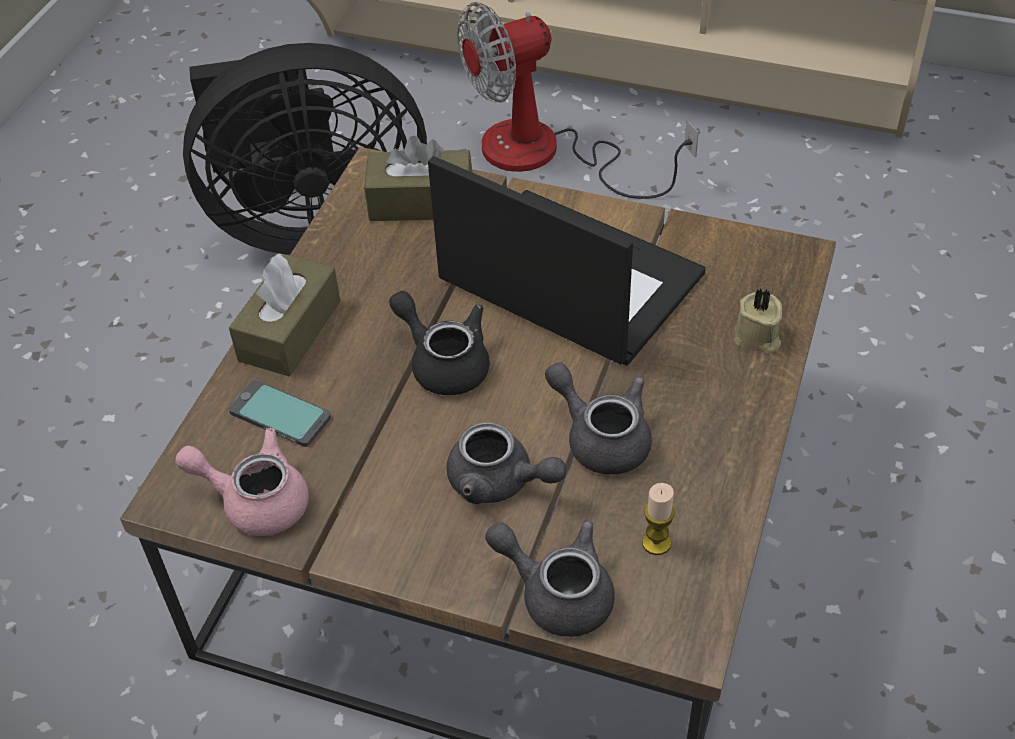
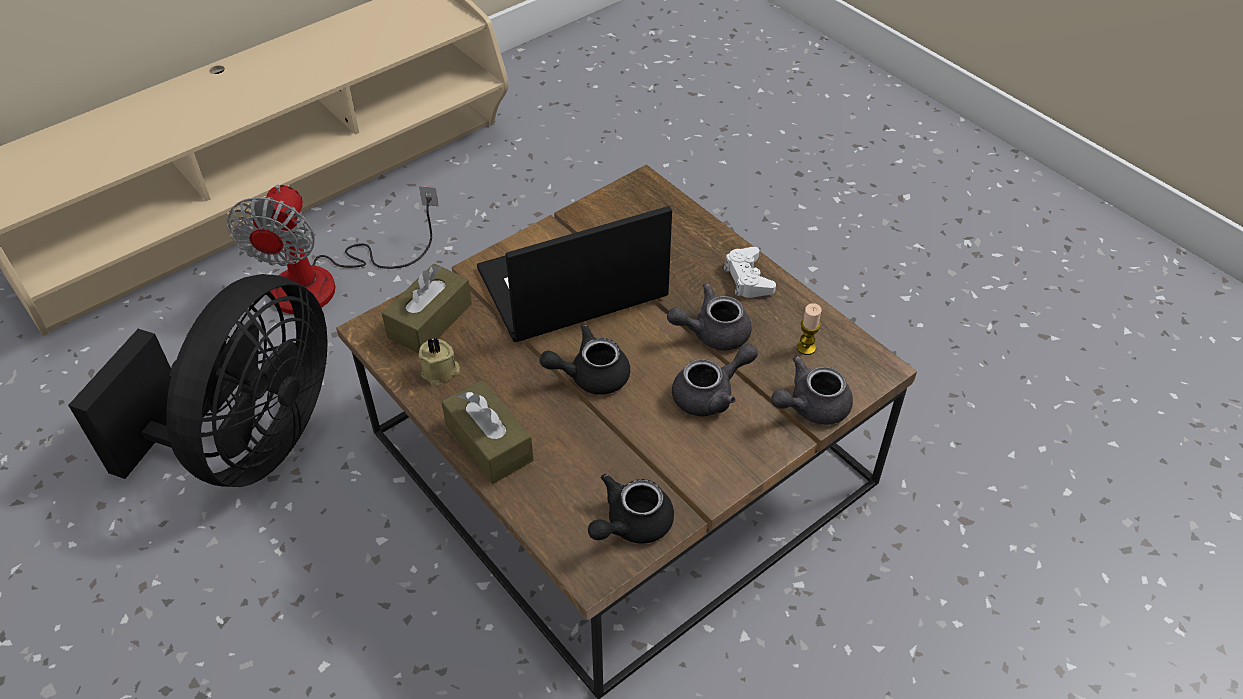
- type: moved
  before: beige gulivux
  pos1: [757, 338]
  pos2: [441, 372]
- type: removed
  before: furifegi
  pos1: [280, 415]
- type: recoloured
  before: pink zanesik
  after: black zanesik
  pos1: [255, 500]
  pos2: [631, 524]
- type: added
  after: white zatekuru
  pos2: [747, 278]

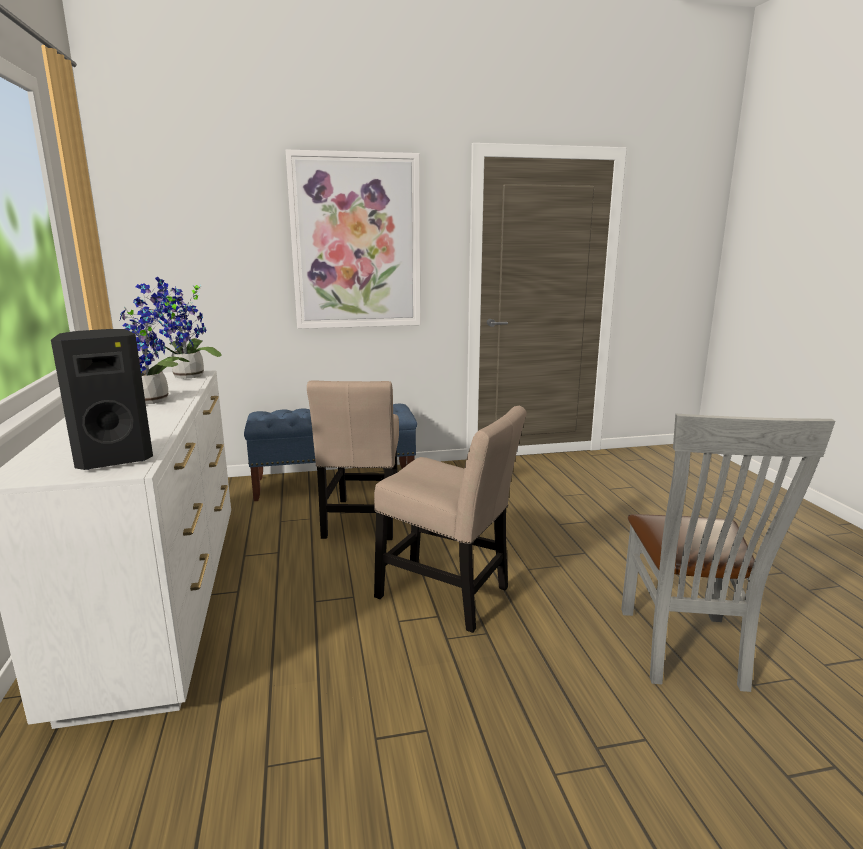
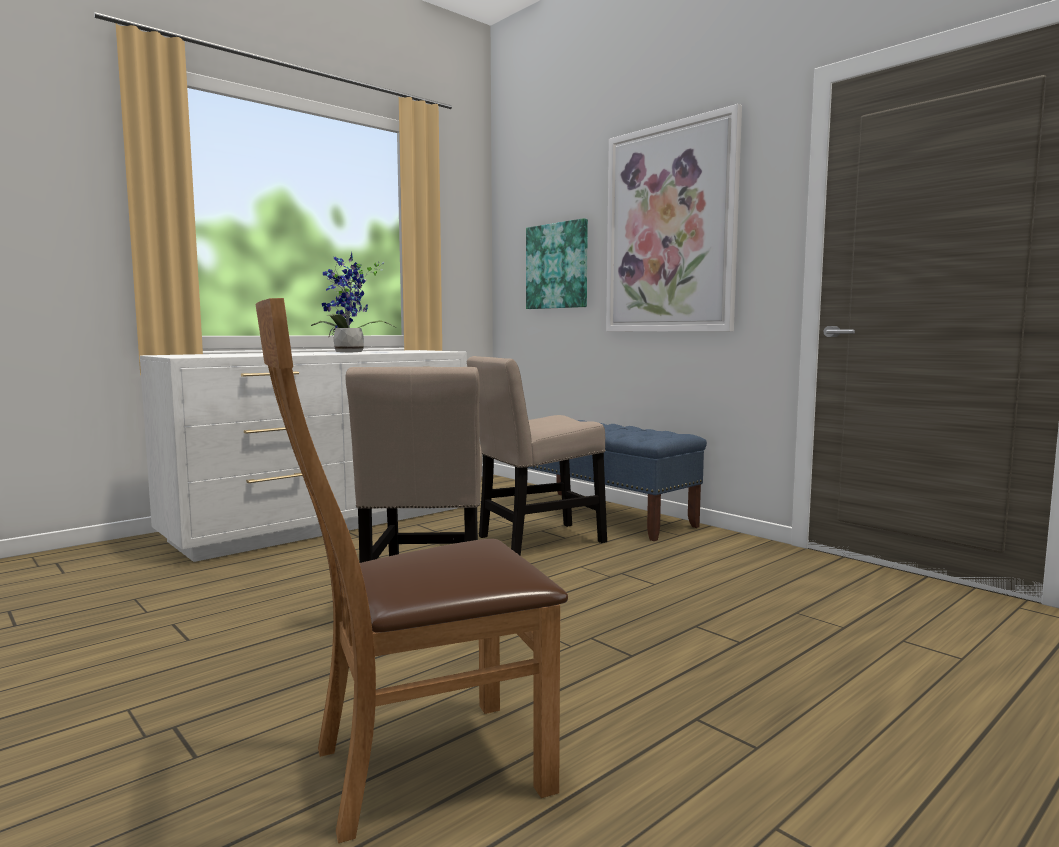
- type: removed
  before: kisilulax
  pos1: [185, 377]
- type: removed
  before: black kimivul
  pos1: [114, 459]
- type: recoloured
  before: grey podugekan
  after: brown podugekan
  pos1: [685, 652]
  pos2: [415, 769]
- type: added
  after: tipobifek
  pos2: [557, 266]

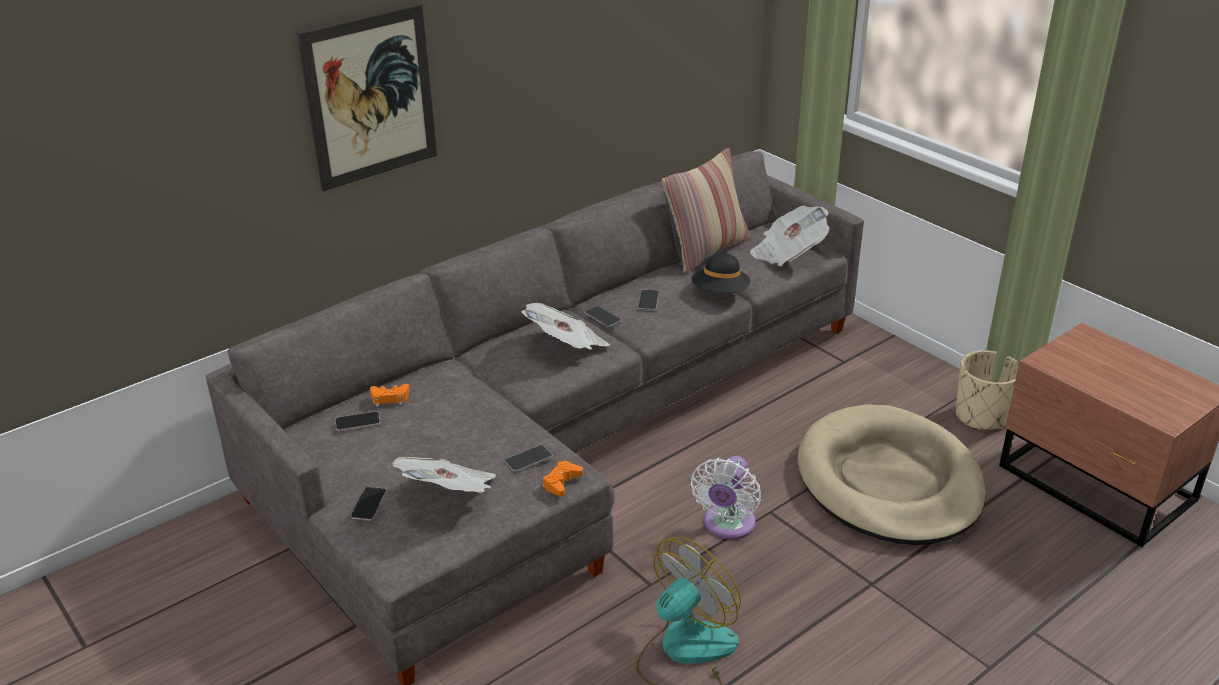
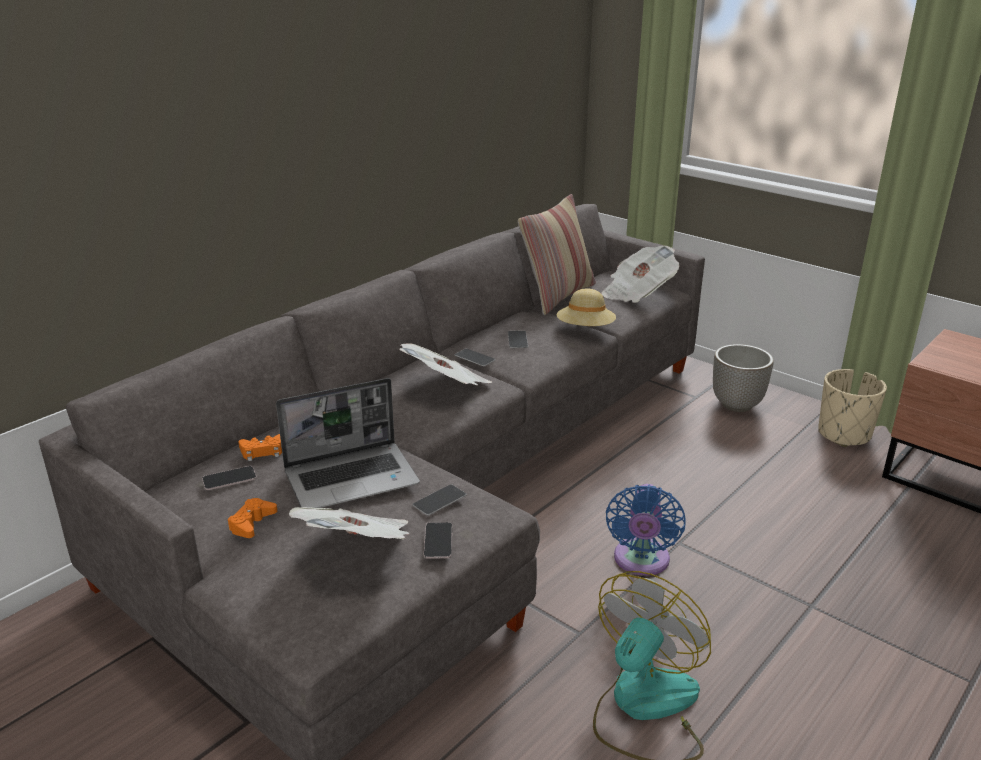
- type: removed
  before: tipobifek
  pos1: [370, 97]
- type: recoloured
  before: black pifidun
  after: beige pifidun
  pos1: [720, 293]
  pos2: [585, 329]
- type: removed
  before: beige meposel
  pos1: [889, 482]
- type: recoloured
  before: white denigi
  after: blue denigi
  pos1: [727, 526]
  pos2: [641, 561]
- type: moved
  before: orange zatekuru
  pos1: [562, 482]
  pos2: [252, 523]
- type: moved
  before: furifegi
  pos1: [369, 504]
  pos2: [438, 541]
- type: added
  after: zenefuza
  pos2: [737, 405]
- type: added
  after: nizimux
  pos2: [352, 477]

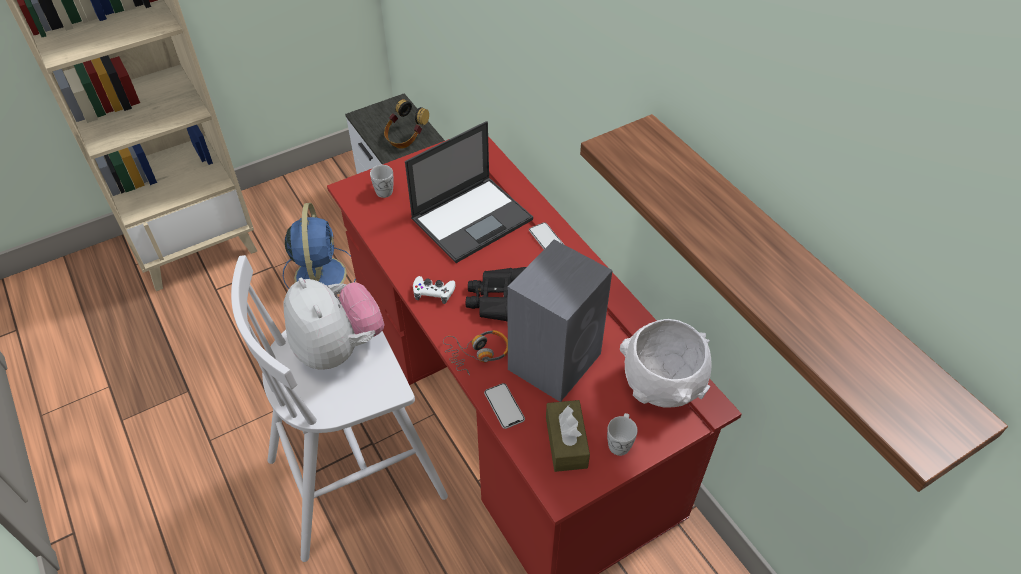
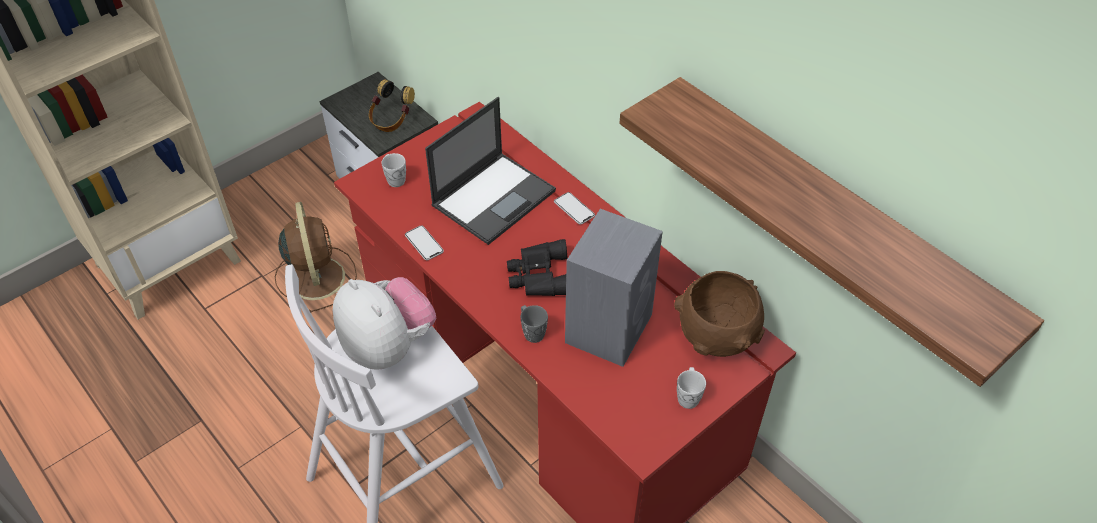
- type: recoloured
  before: blue denigi
  after: brown denigi
  pos1: [320, 274]
  pos2: [316, 276]
- type: removed
  before: white zatekuru
  pos1: [433, 292]
- type: recoloured
  before: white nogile
  after: brown nogile
  pos1: [660, 386]
  pos2: [715, 337]
- type: replaced
  before: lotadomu
  after: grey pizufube
  pos1: [478, 353]
  pos2: [532, 331]
- type: moved
  before: furifegi
  pos1: [504, 406]
  pos2: [424, 243]
- type: removed
  before: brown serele
  pos1: [566, 442]

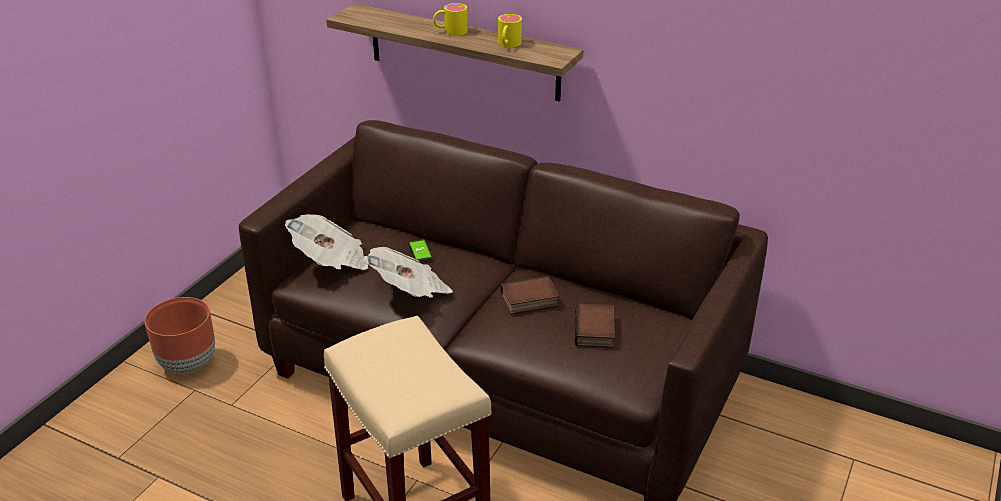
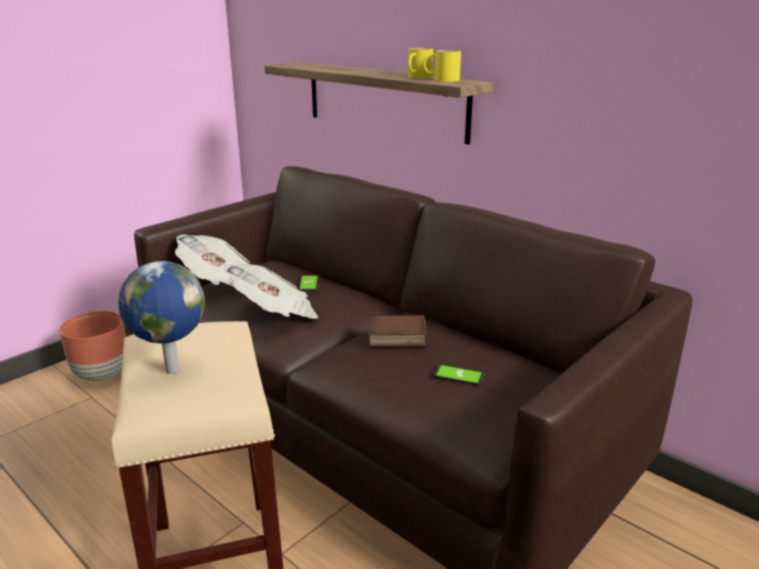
- type: moved
  before: yellow pizufube
  pos1: [450, 31]
  pos2: [440, 80]
- type: replaced
  before: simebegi
  after: furifegi
  pos1: [596, 331]
  pos2: [458, 376]
- type: added
  after: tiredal
  pos2: [171, 370]

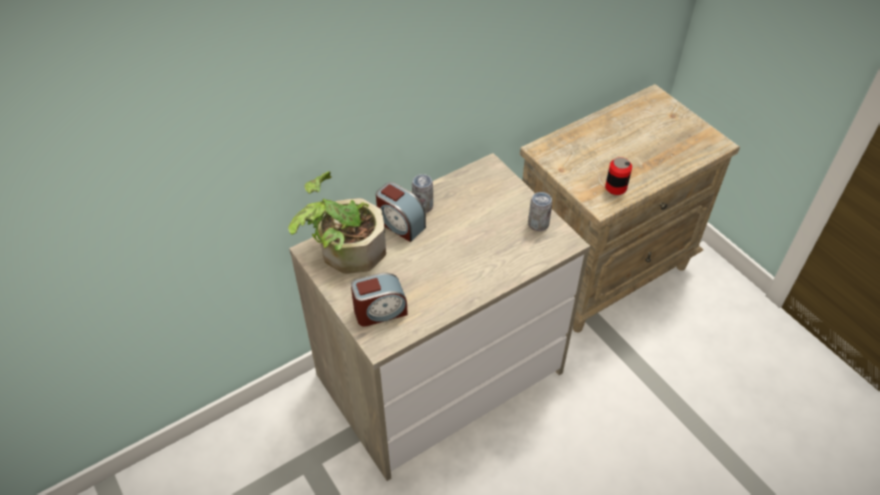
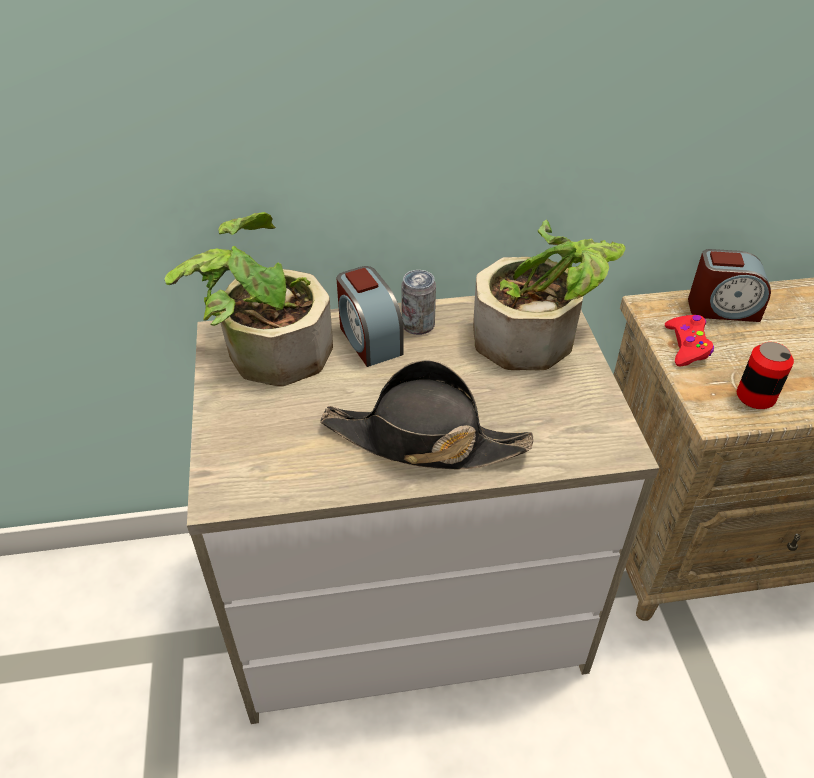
- type: removed
  before: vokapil
  pos1: [538, 224]
- type: moved
  before: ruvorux
  pos1: [380, 311]
  pos2: [722, 309]
- type: added
  after: kisilulax
  pos2: [537, 336]
- type: added
  after: red zatekuru
  pos2: [687, 346]
- type: added
  after: black pifidun
  pos2: [423, 440]

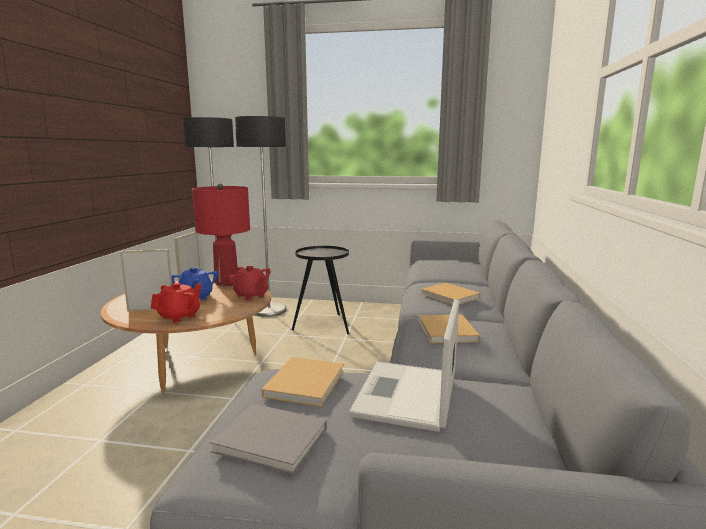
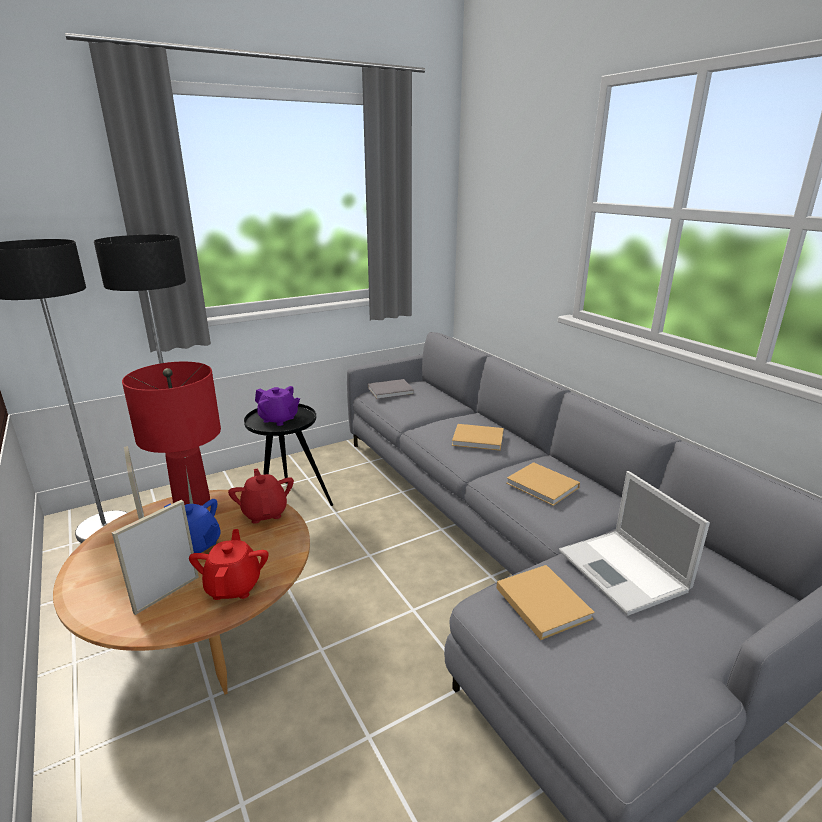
- type: turned
  before: red zanesik
  pos1: [251, 296]
  pos2: [265, 512]
  turn: -120
- type: moved
  before: grey simebegi
  pos1: [273, 440]
  pos2: [392, 390]
- type: added
  after: purple zanesik
  pos2: [279, 419]

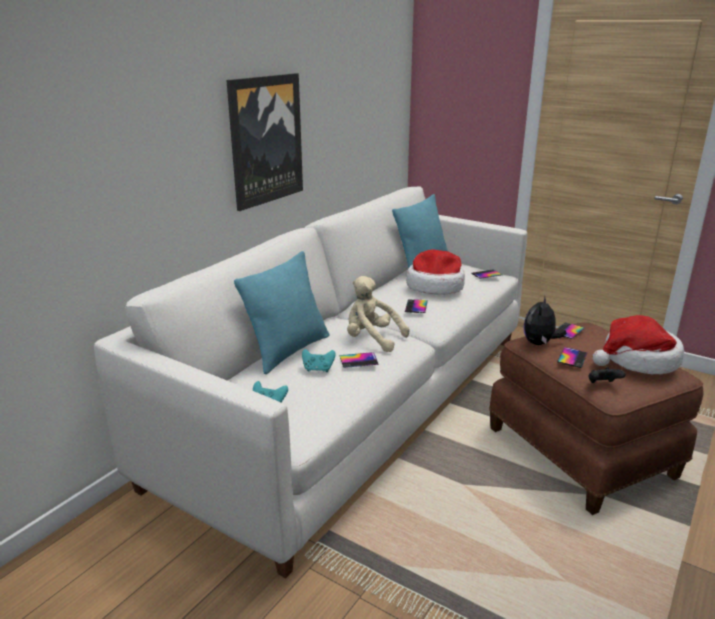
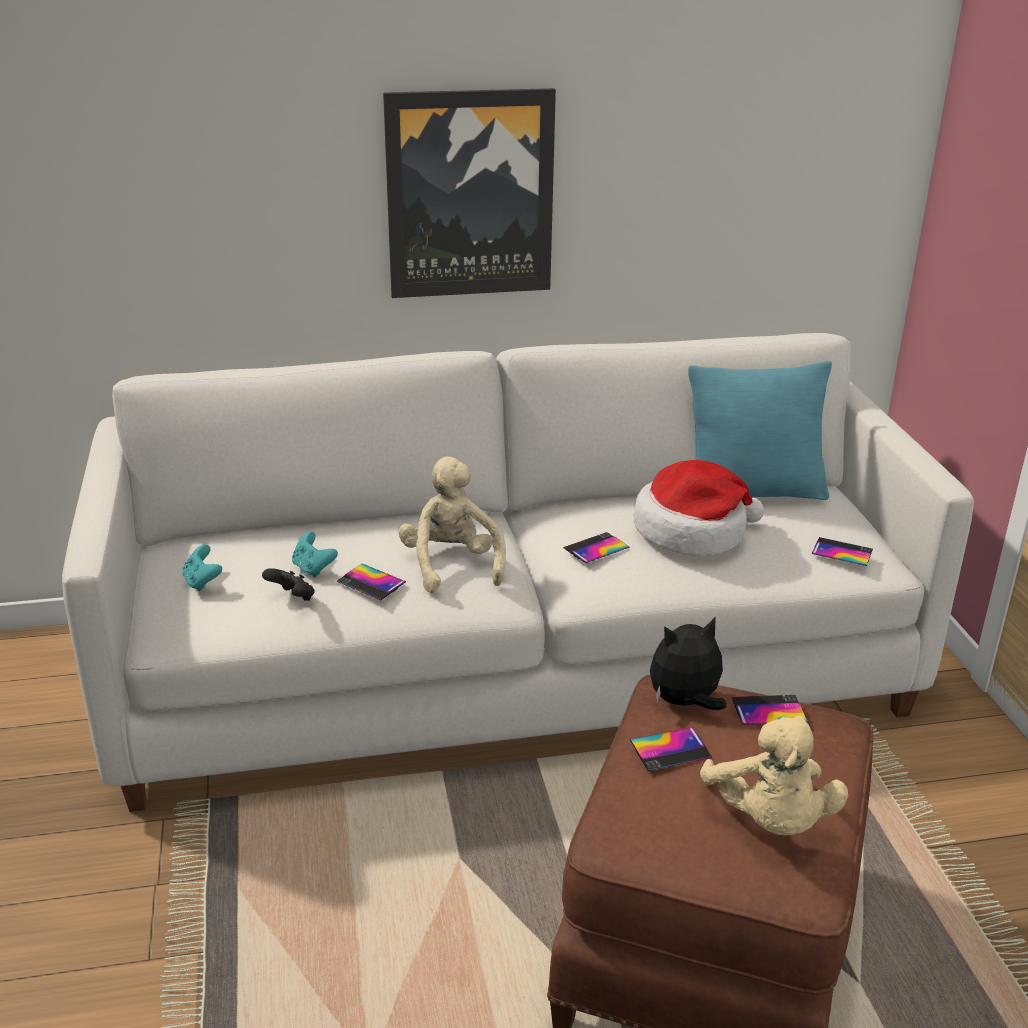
- type: removed
  before: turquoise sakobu
  pos1: [288, 350]
- type: replaced
  before: pifidun
  after: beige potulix
  pos1: [638, 360]
  pos2: [769, 820]
- type: moved
  before: black zatekuru
  pos1: [602, 384]
  pos2: [292, 598]

